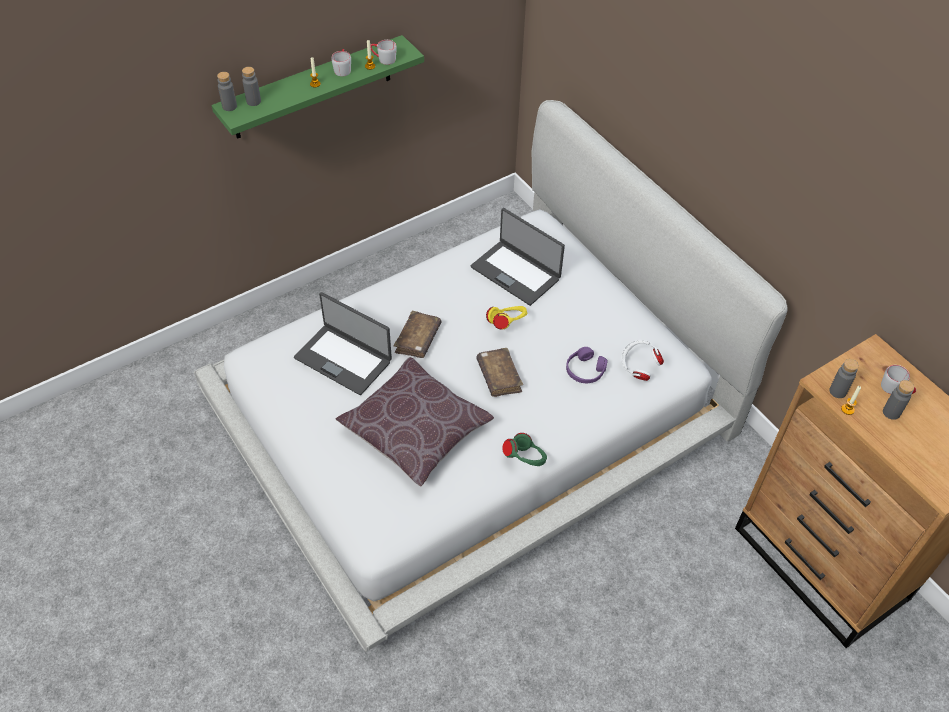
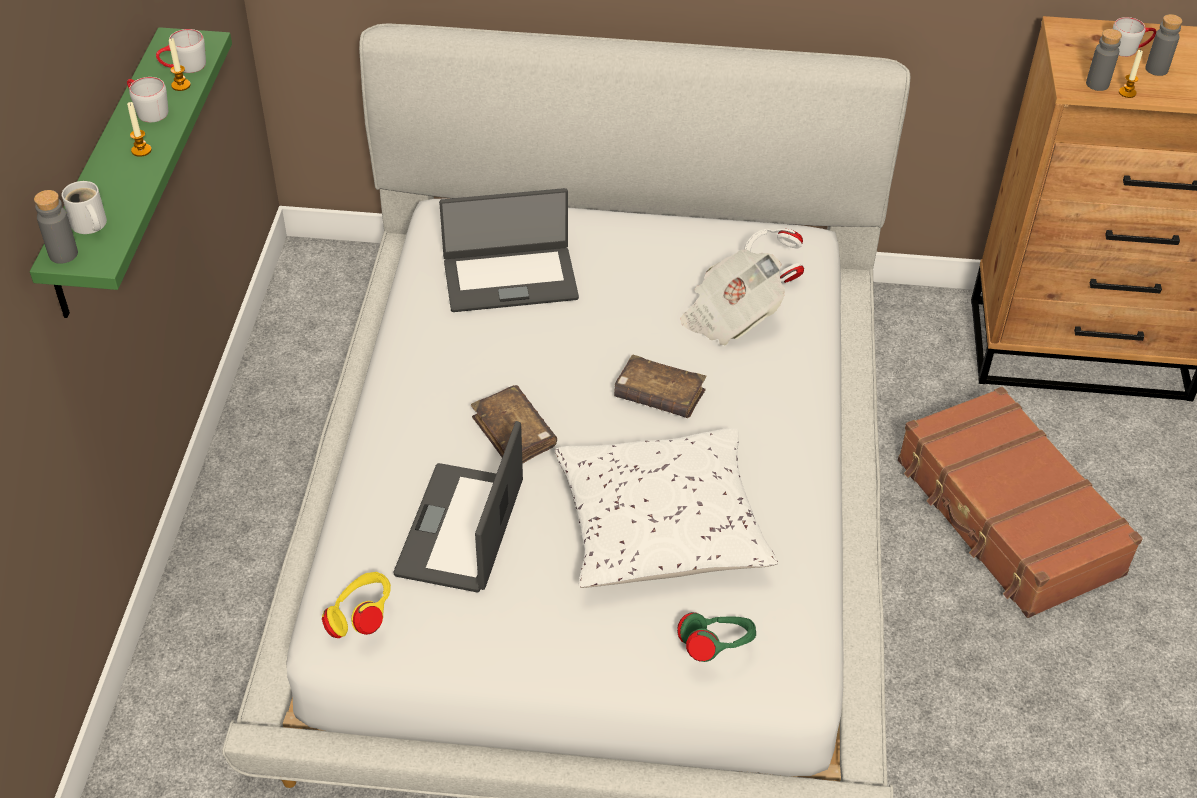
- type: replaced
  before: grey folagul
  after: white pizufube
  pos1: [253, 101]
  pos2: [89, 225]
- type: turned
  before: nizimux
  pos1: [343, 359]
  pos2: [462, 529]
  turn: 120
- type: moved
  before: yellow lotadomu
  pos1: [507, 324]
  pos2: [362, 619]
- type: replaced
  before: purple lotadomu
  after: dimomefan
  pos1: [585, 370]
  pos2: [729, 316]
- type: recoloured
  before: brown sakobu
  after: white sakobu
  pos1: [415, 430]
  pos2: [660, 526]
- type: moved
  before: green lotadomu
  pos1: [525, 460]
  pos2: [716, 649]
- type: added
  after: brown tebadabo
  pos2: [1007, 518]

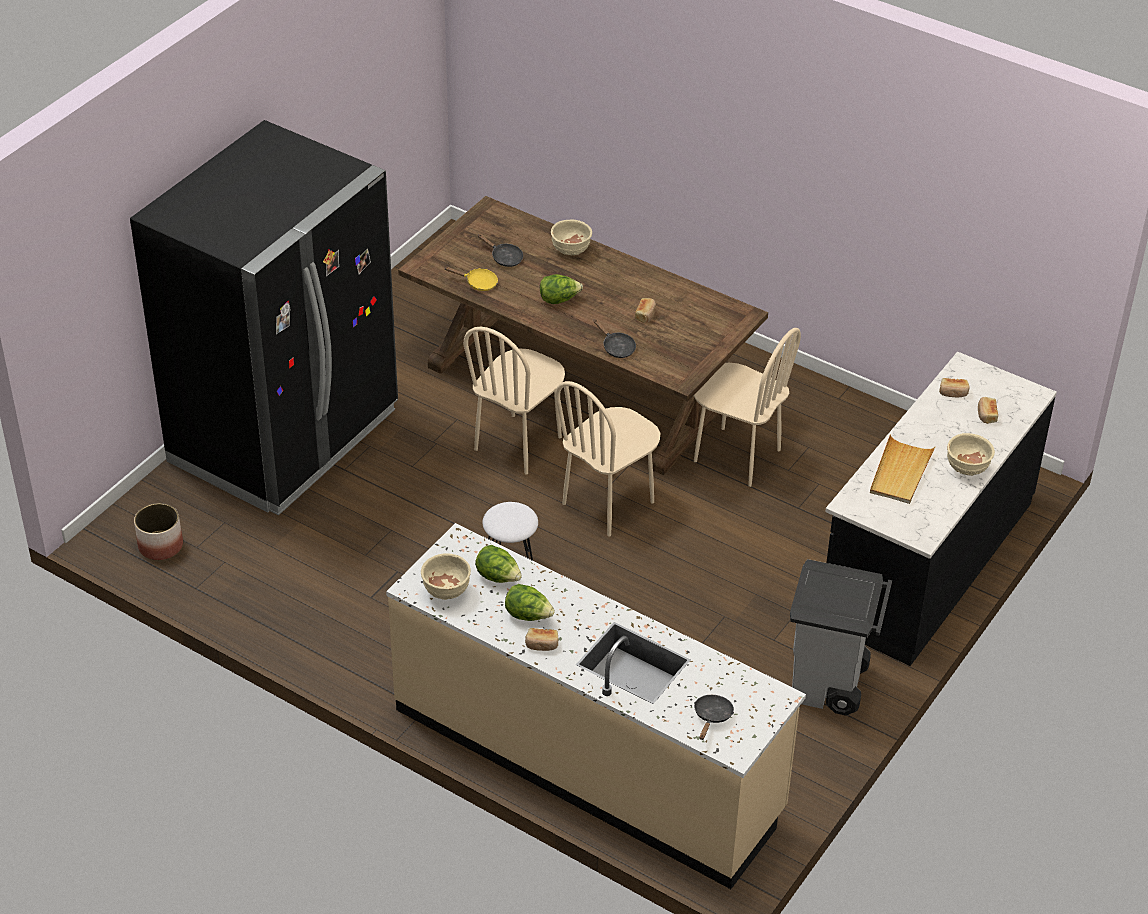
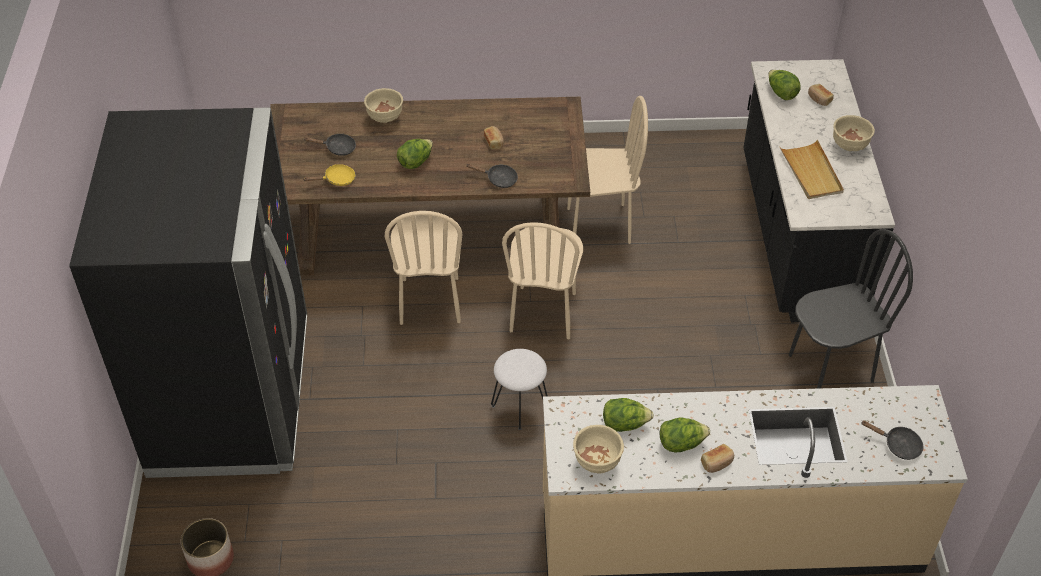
- type: replaced
  before: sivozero
  after: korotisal
  pos1: [953, 393]
  pos2: [781, 93]
- type: replaced
  before: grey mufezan
  after: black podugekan
  pos1: [829, 686]
  pos2: [830, 367]
- type: turned
  before: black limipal
  pos1: [712, 717]
  pos2: [898, 445]
  turn: 135

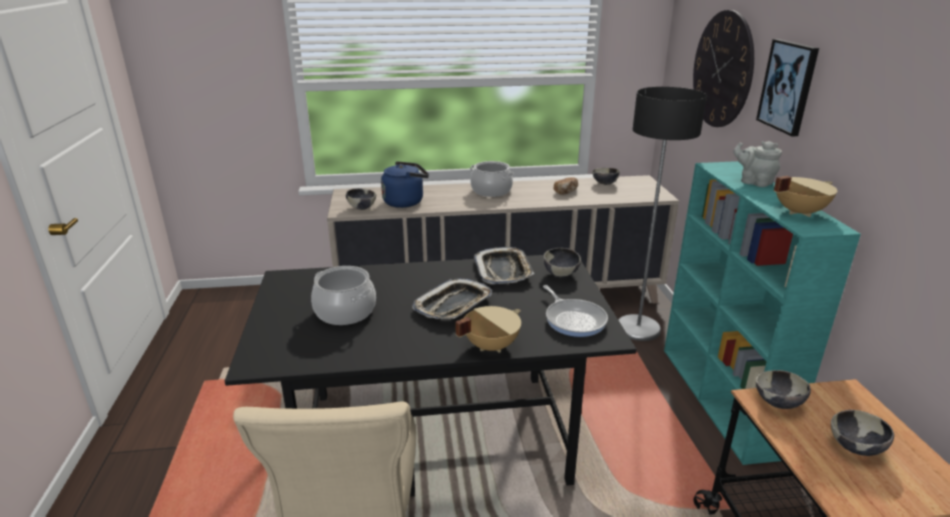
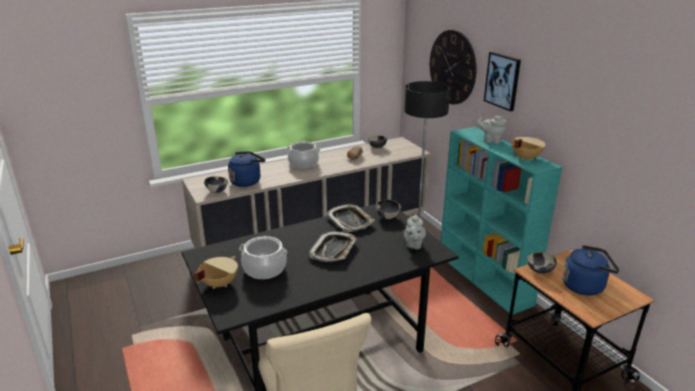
- type: replaced
  before: limipal
  after: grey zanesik
  pos1: [574, 319]
  pos2: [413, 245]
- type: moved
  before: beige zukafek
  pos1: [490, 345]
  pos2: [219, 284]
- type: replaced
  before: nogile
  after: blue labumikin
  pos1: [855, 448]
  pos2: [585, 286]

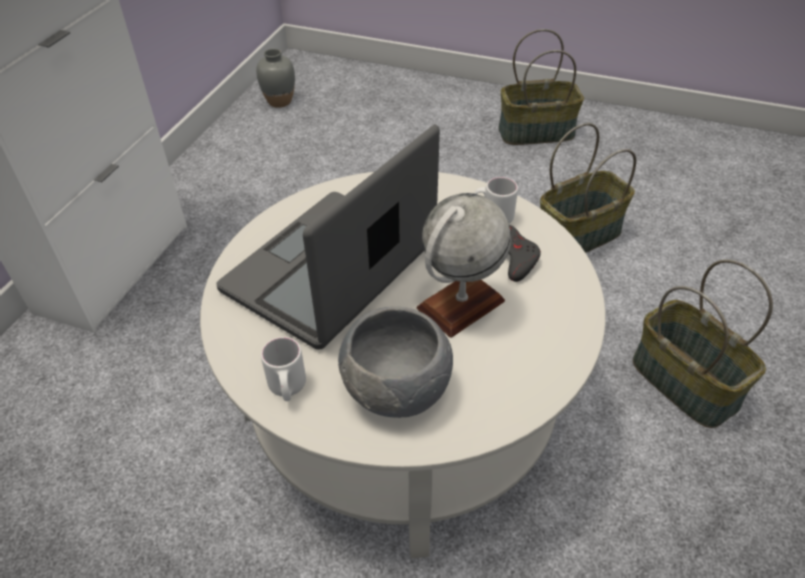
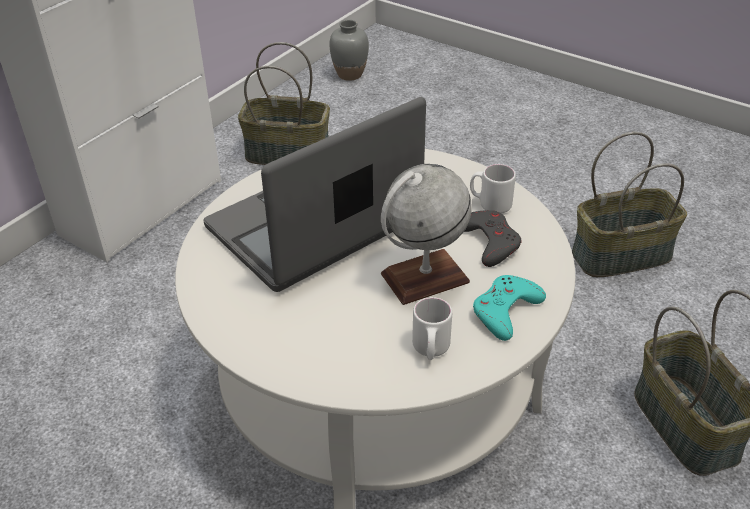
- type: moved
  before: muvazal
  pos1: [536, 132]
  pos2: [289, 153]
- type: removed
  before: grey nogile
  pos1: [396, 387]
- type: moved
  before: white pizufube
  pos1: [287, 389]
  pos2: [430, 350]
- type: added
  after: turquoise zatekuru
  pos2: [505, 311]

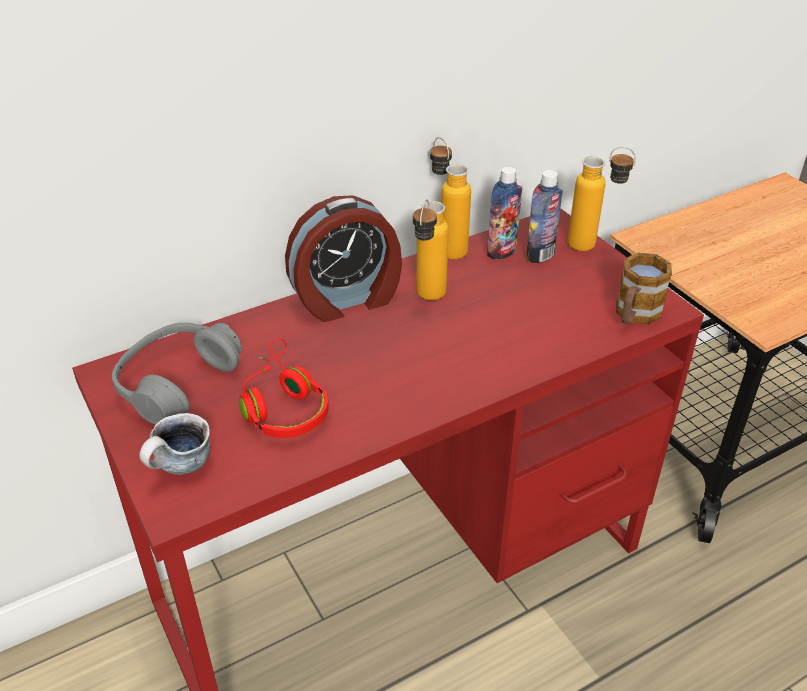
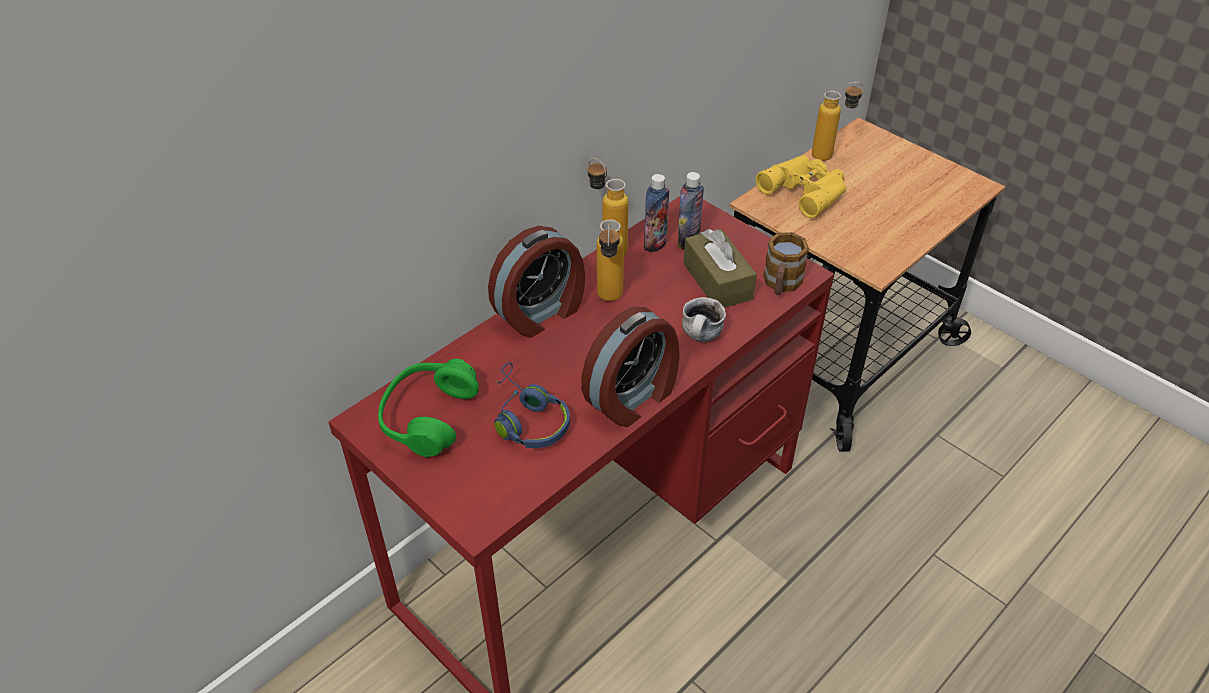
- type: moved
  before: folagul
  pos1: [592, 247]
  pos2: [830, 156]
- type: recoloured
  before: grey lotadomu
  after: green lotadomu
  pos1: [177, 382]
  pos2: [428, 417]
- type: recoloured
  before: red lotadomu
  after: blue lotadomu
  pos1: [283, 405]
  pos2: [527, 419]
- type: moved
  before: pizufube
  pos1: [181, 469]
  pos2: [701, 338]
- type: added
  after: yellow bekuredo
  pos2: [806, 190]
- type: added
  after: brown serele
  pos2: [717, 281]
- type: added
  after: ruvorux
  pos2: [633, 397]

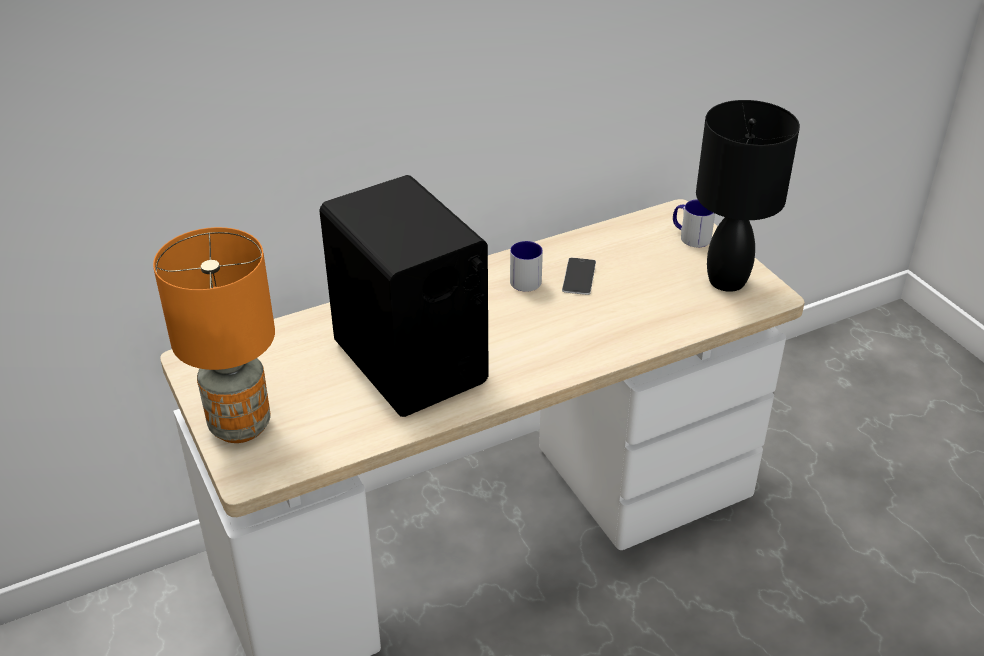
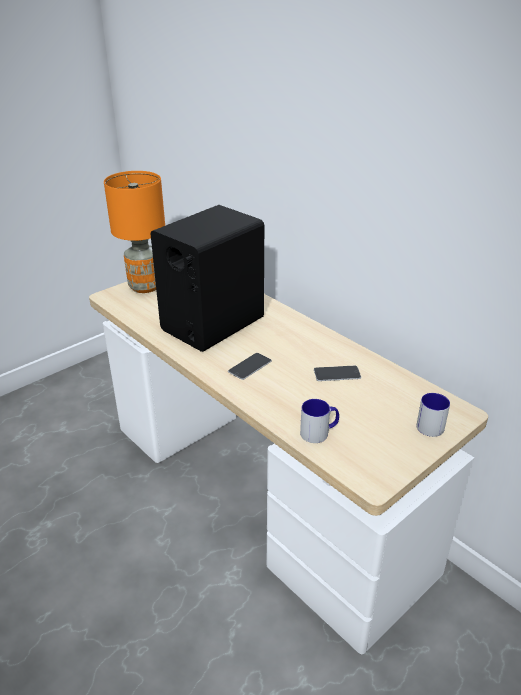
- type: removed
  before: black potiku
  pos1: [728, 281]
- type: moved
  before: pizufube
  pos1: [525, 278]
  pos2: [319, 432]
- type: added
  after: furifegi
  pos2: [250, 366]

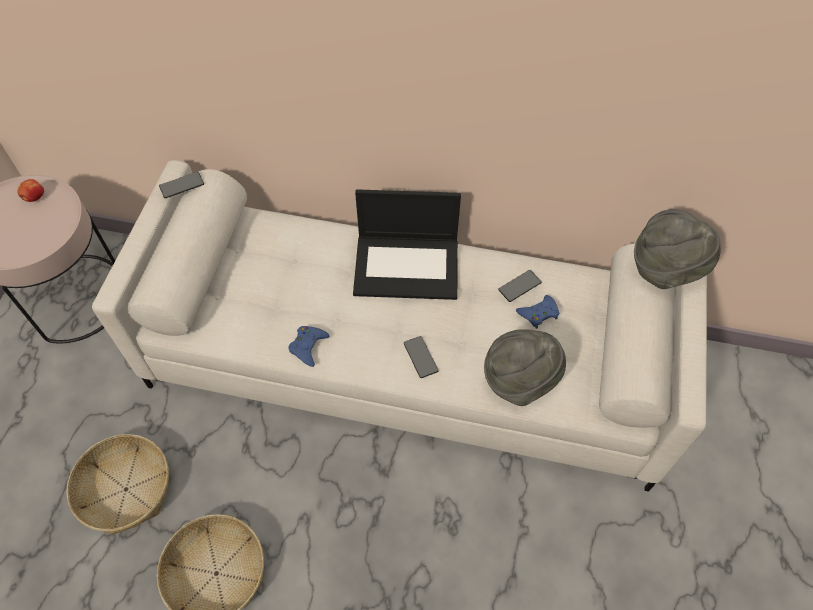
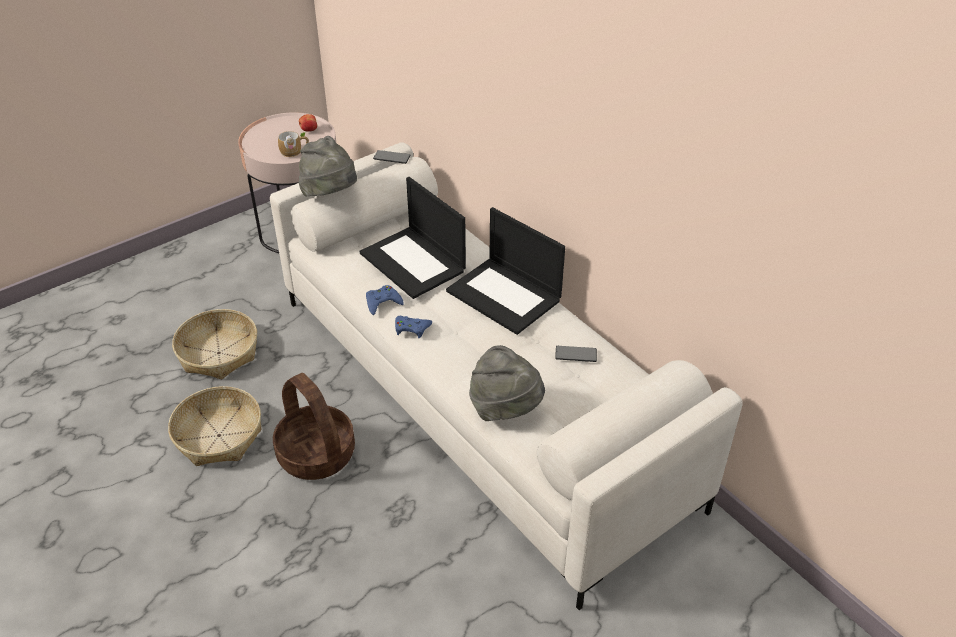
- type: moved
  before: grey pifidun
  pos1: [666, 269]
  pos2: [331, 195]
- type: moved
  before: blue zatekuru
  pos1: [538, 313]
  pos2: [412, 328]
- type: removed
  before: furifegi
  pos1: [420, 357]
- type: added
  after: pizufube
  pos2: [295, 151]
- type: added
  after: nizimux
  pos2: [414, 262]
- type: added
  after: muvazal
  pos2: [315, 454]

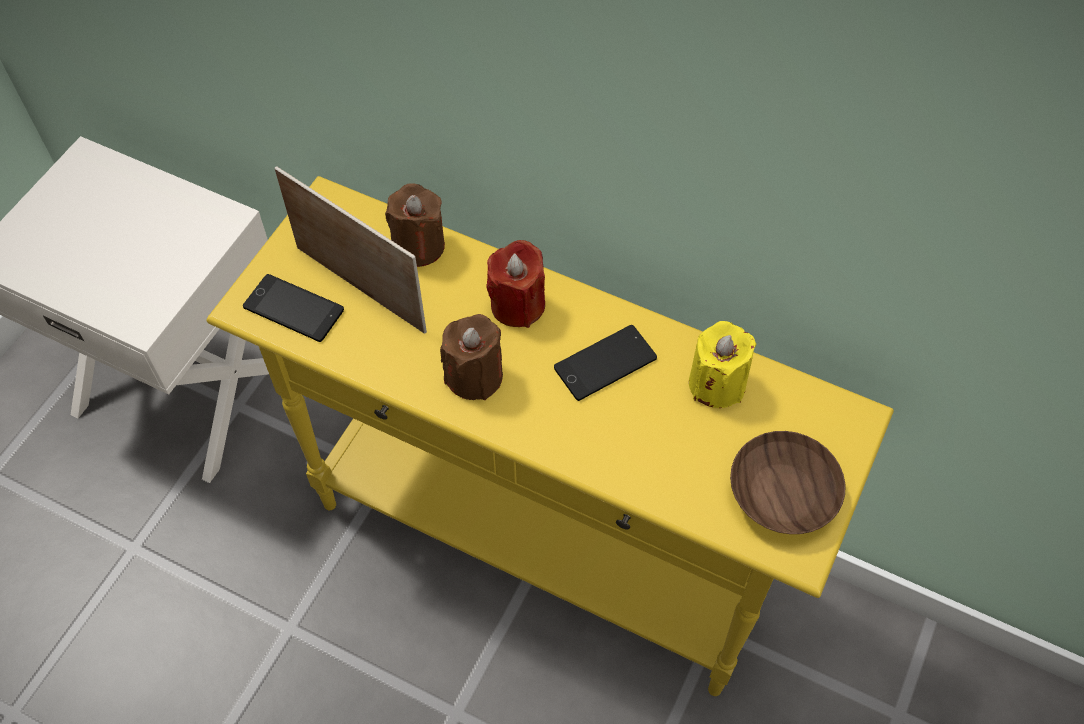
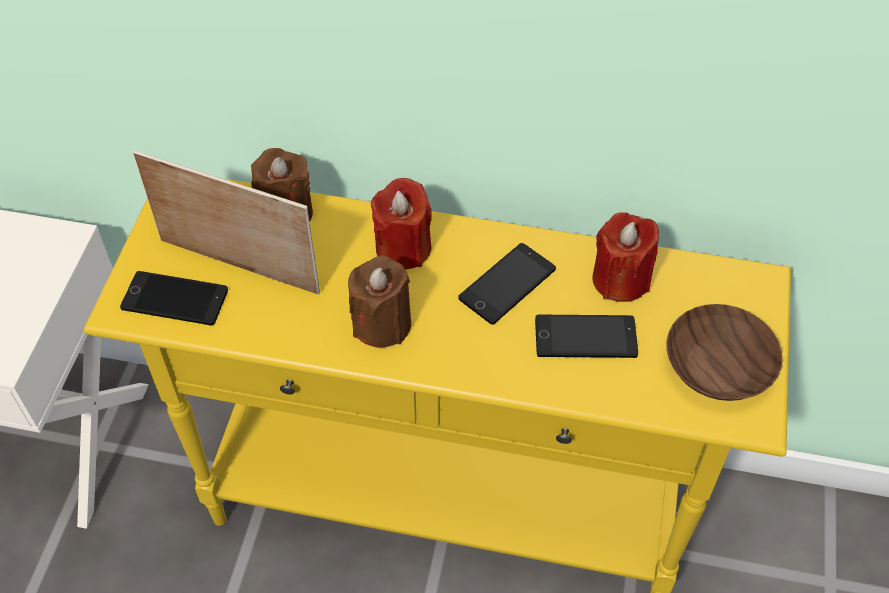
- type: recoloured
  before: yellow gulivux
  after: red gulivux
  pos1: [717, 384]
  pos2: [620, 280]
- type: added
  after: furifegi
  pos2: [585, 337]

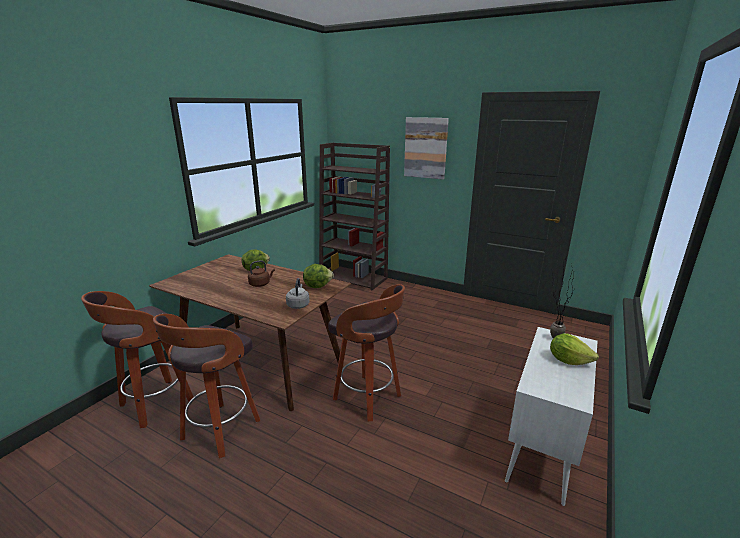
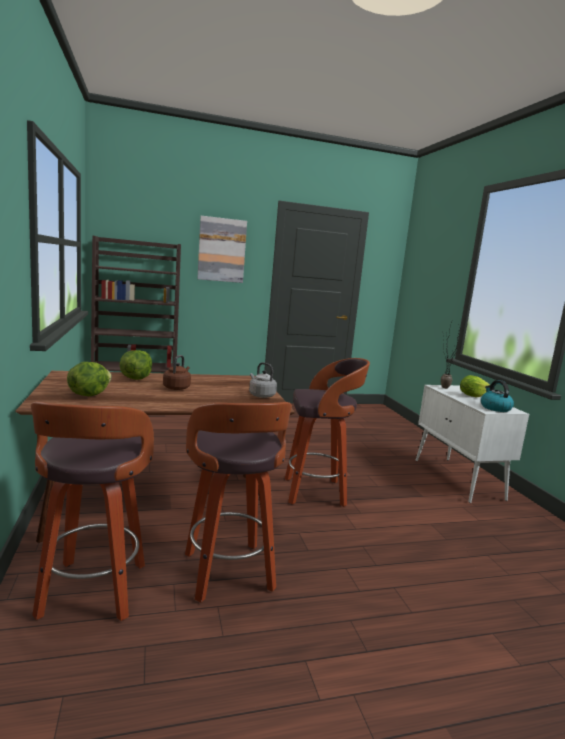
- type: moved
  before: korotisal
  pos1: [317, 286]
  pos2: [88, 394]
- type: added
  after: labumikin
  pos2: [495, 408]

